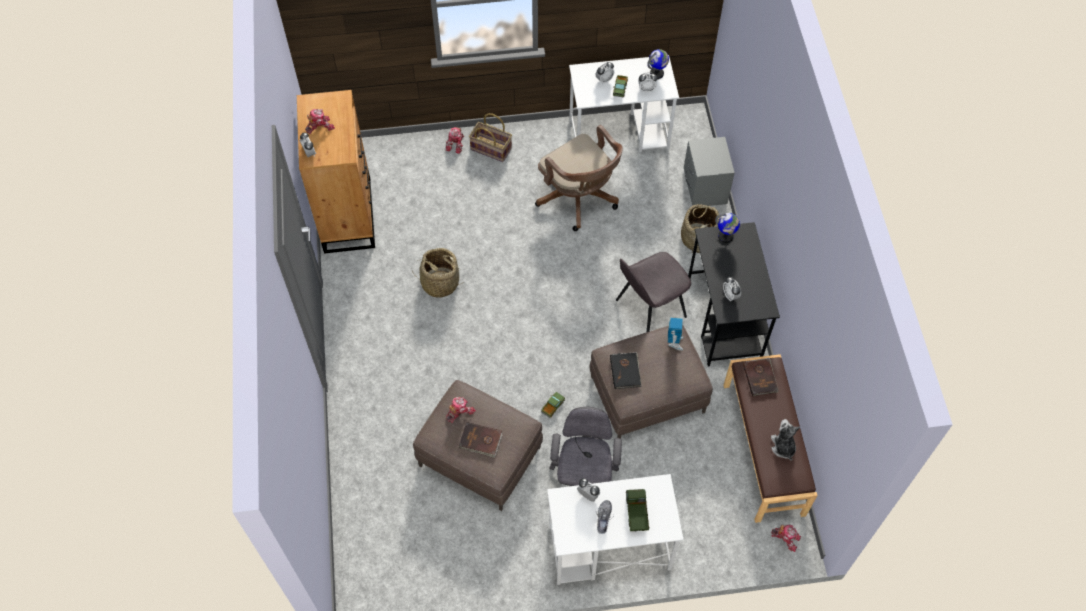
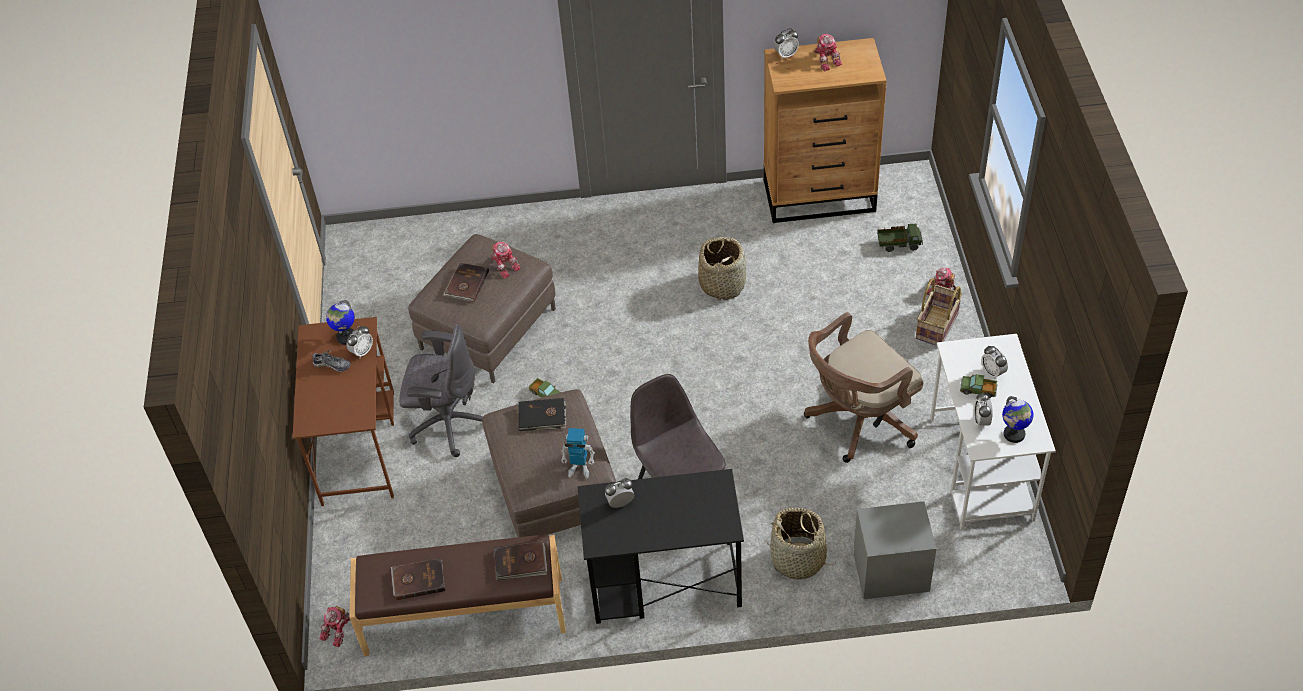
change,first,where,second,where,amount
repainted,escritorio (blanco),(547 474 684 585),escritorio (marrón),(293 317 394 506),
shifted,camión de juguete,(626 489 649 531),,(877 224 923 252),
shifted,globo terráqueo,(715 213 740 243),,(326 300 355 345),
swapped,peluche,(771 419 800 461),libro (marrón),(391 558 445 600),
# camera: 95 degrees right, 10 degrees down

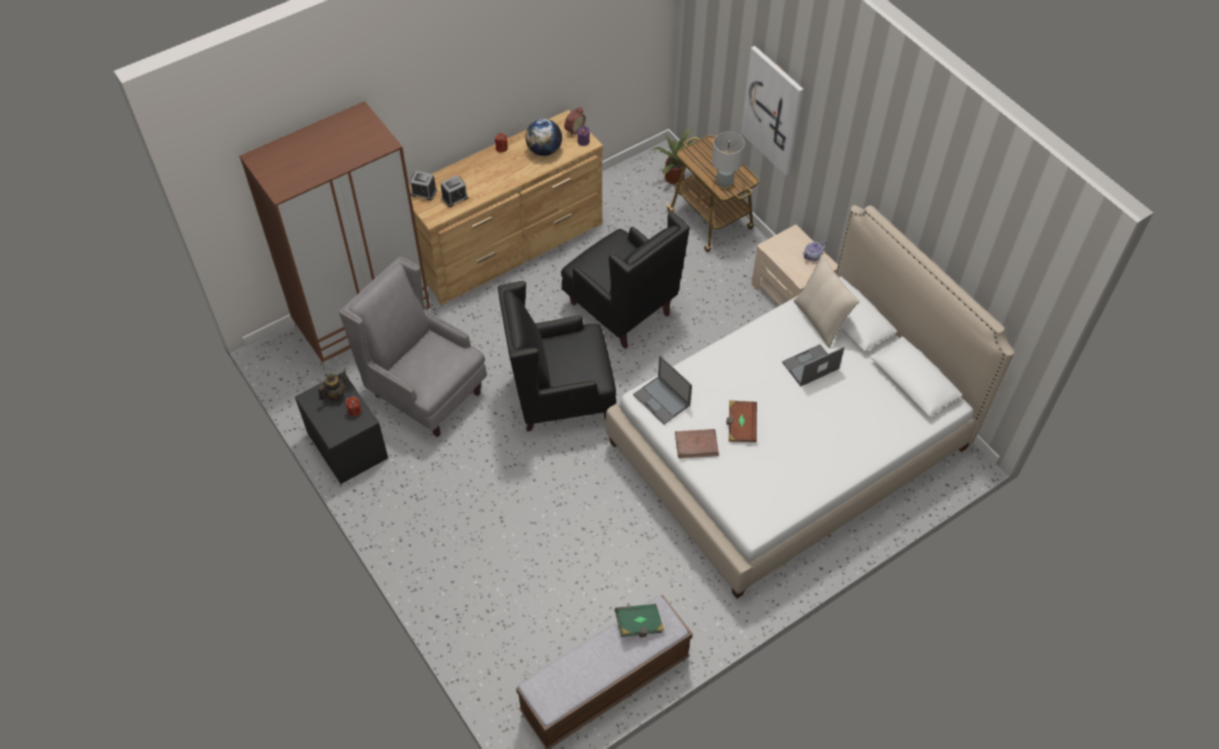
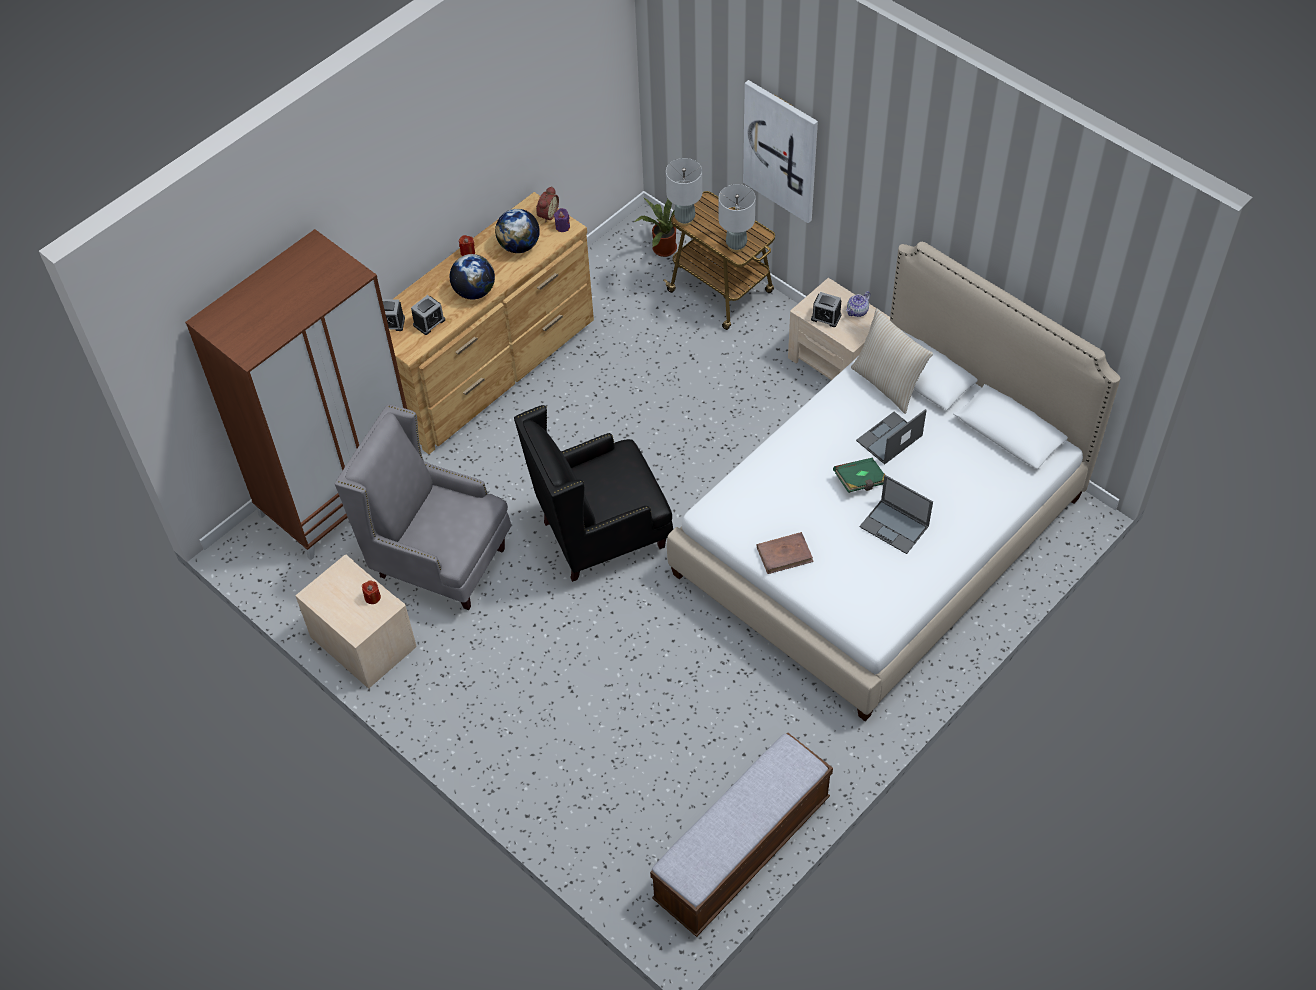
change,first,where,second,where,amount
repainted,mesita de noche (negro),(295 373 388 484),mesita de noche (beis),(295 554 417 689),
gone,tetera,(318 371 346 401),,,
gone,sillón (negro),(561 211 690 349),,,
shifted,libro (verde),(614 604 664 637),,(833 458 885 493),
shifted,portátil,(633 356 692 424),,(860 475 933 554),
gone,libro (marrón),(726 400 757 442),,,
new,,,globo terráqueo,(450 254 495 300),
new,,,lámpara de mesa (gris),(666 158 702 226),
new,,,despertador,(811 292 842 327),
# camera: 10 degrees left, 0 degrees up

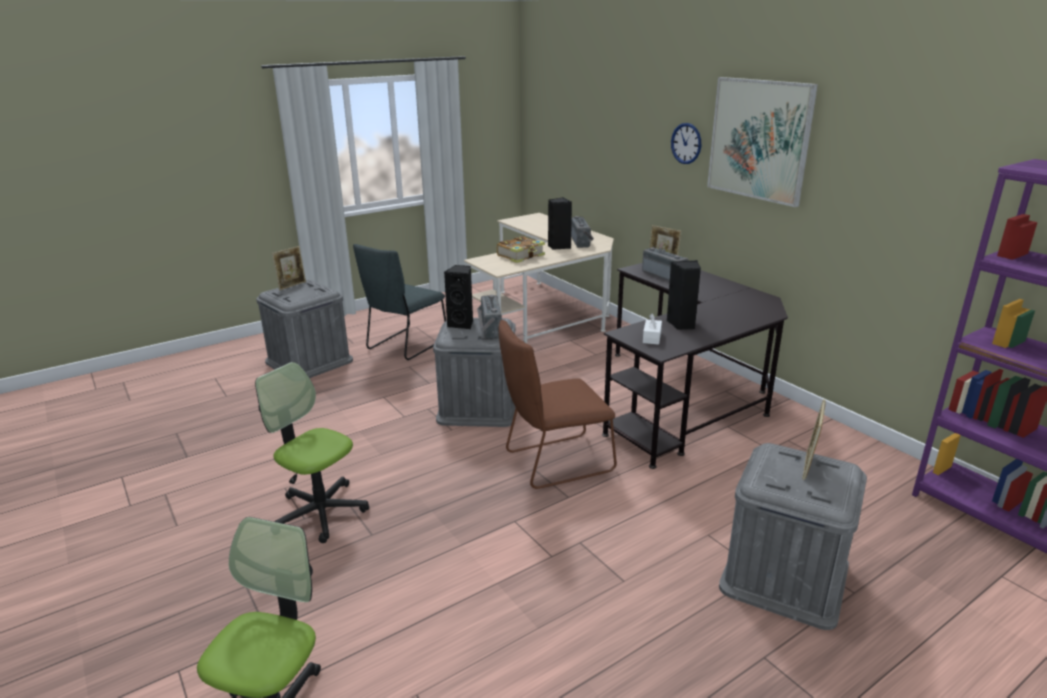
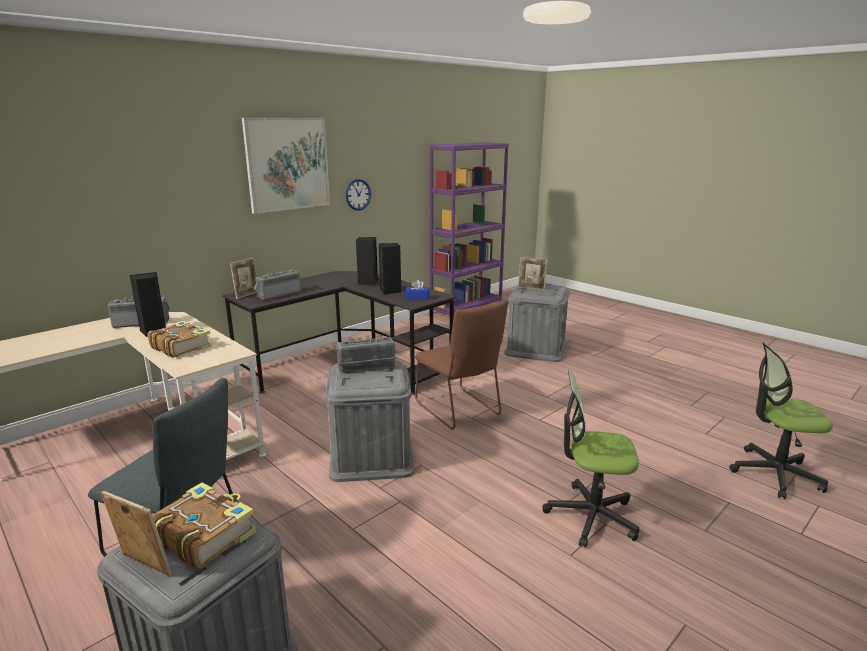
change,first,where,second,where,amount
rotated,silla de oficina,(255 362 369 543),,(542 370 639 548),75 degrees clockwise
shifted,altavoz (negro),(444 265 473 329),,(356 237 378 286),
repainted,caja de pañuelos (blanco),(643 314 662 345),caja de pañuelos (azul),(406 279 430 300),
shifted,reloj de pared,(671 123 701 164),,(346 179 371 211),
new,,,libro,(152 482 256 569),
# camera: 100 degrees left, 5 degrees down

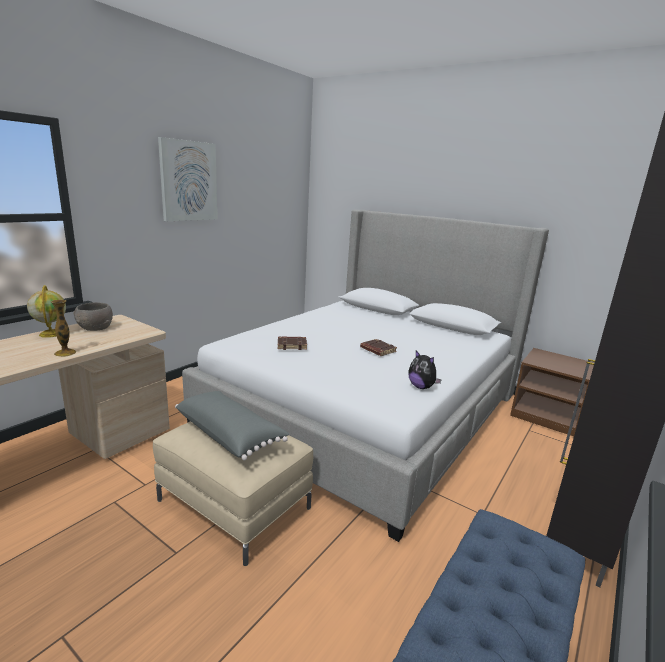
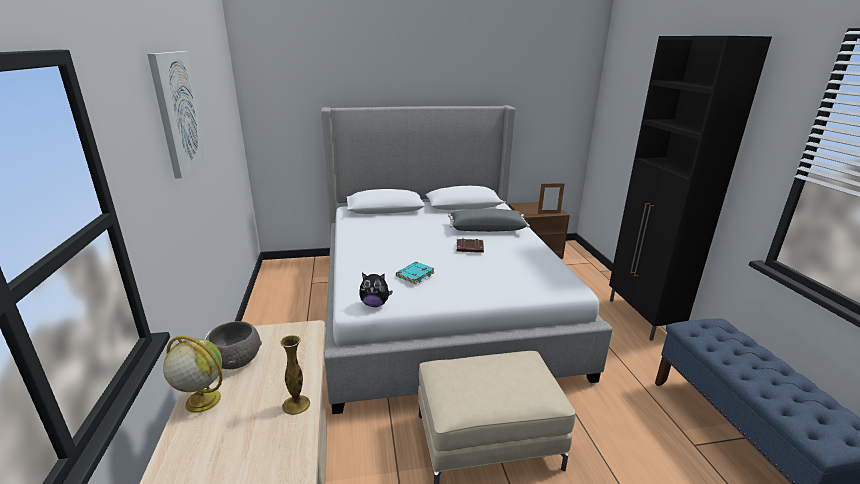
change,first,where,second,where,amount
shifted,cojín (gris),(175 391 289 460),,(448 208 530 232),
repainted,libro (marrón),(278 336 307 350),libro (turquesa),(396 262 435 284),
shifted,peluche,(408 350 442 389),,(359 273 393 307),
new,,,portarretratos,(538 182 565 214),
# camera: 45 degrees left, 5 degrees up

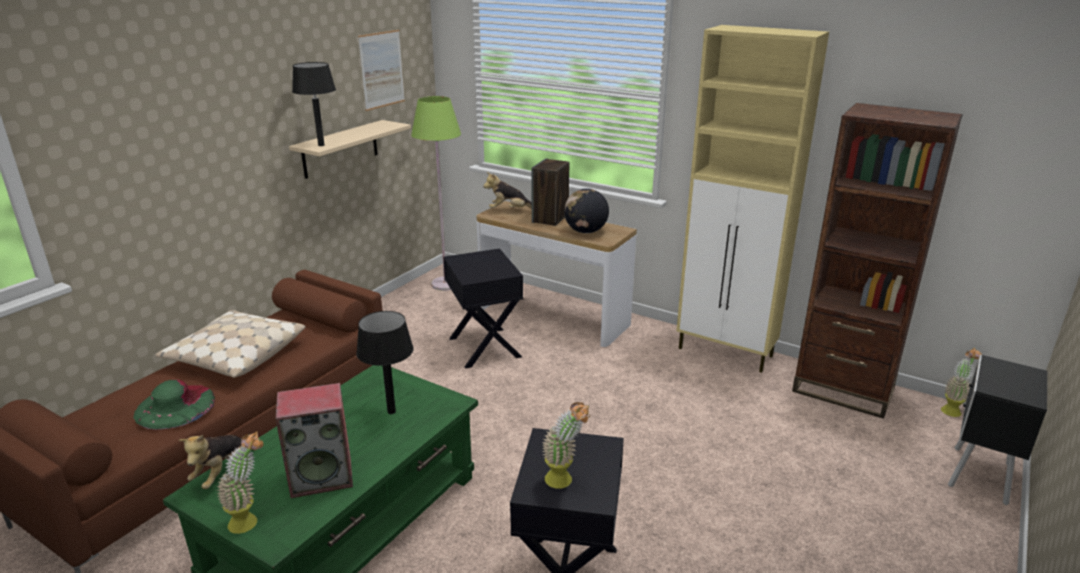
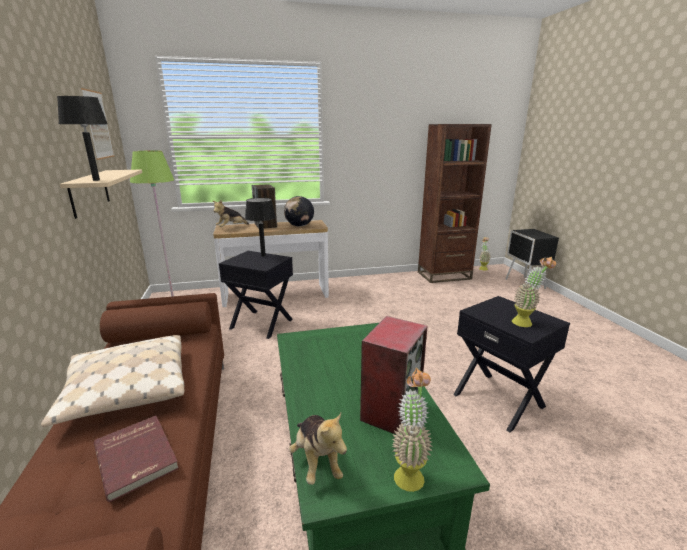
change,first,where,second,where,amount
swapped,sombrero (verde),(134 380 215 430),libro (rojo),(94 416 179 502),
shifted,lámpara de mesa (negro),(356 311 414 414),,(245 198 276 257),
gone,armario (beis),(676 25 829 373),,,
# camera: 45 degrees left, 5 degrees down

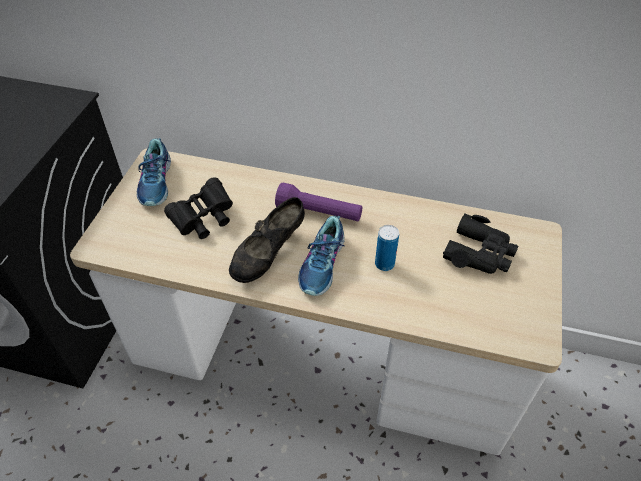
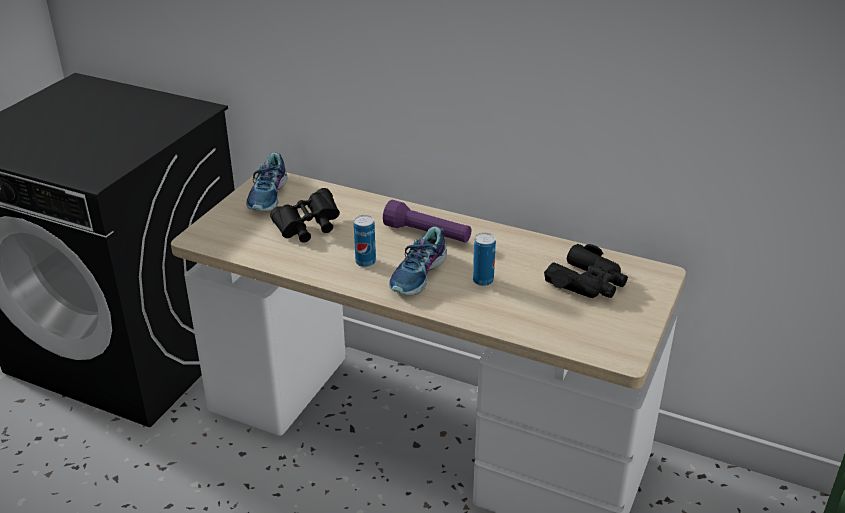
change,first,where,second,where,amount
swapped,zapato (negro),(229 197 305 283),lata,(354 215 376 267),
# camera: 10 degrees right, 15 degrees down

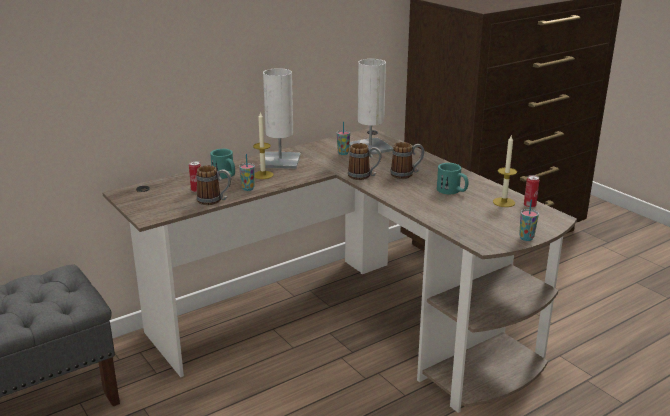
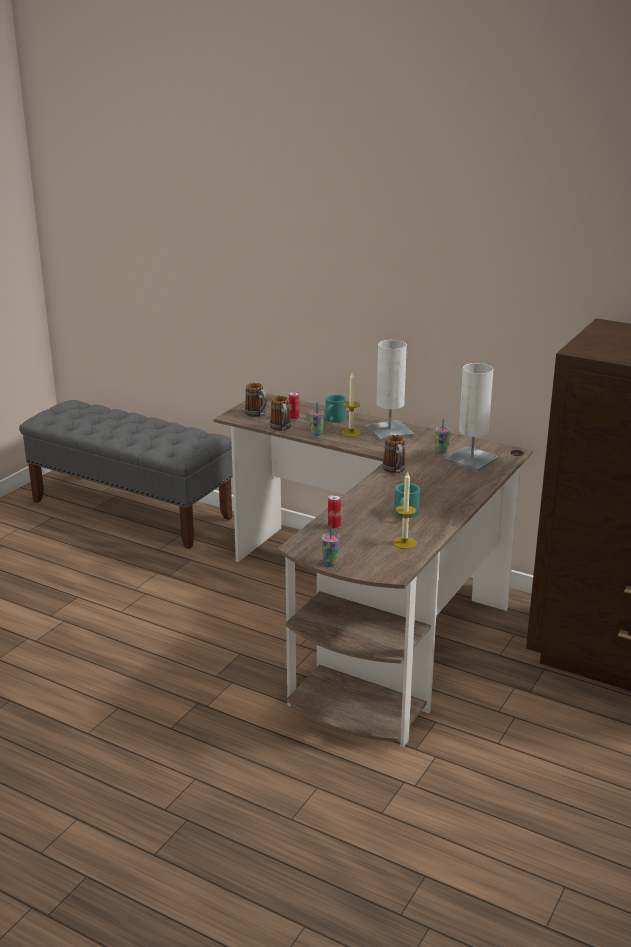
change,first,where,second,where,amount
shifted,taza grande,(390 142 424 179),,(245 383 267 417),
shifted,lata,(524 175 539 208),,(328 494 341 529),
# camera: 65 degrees right, 0 degrees up

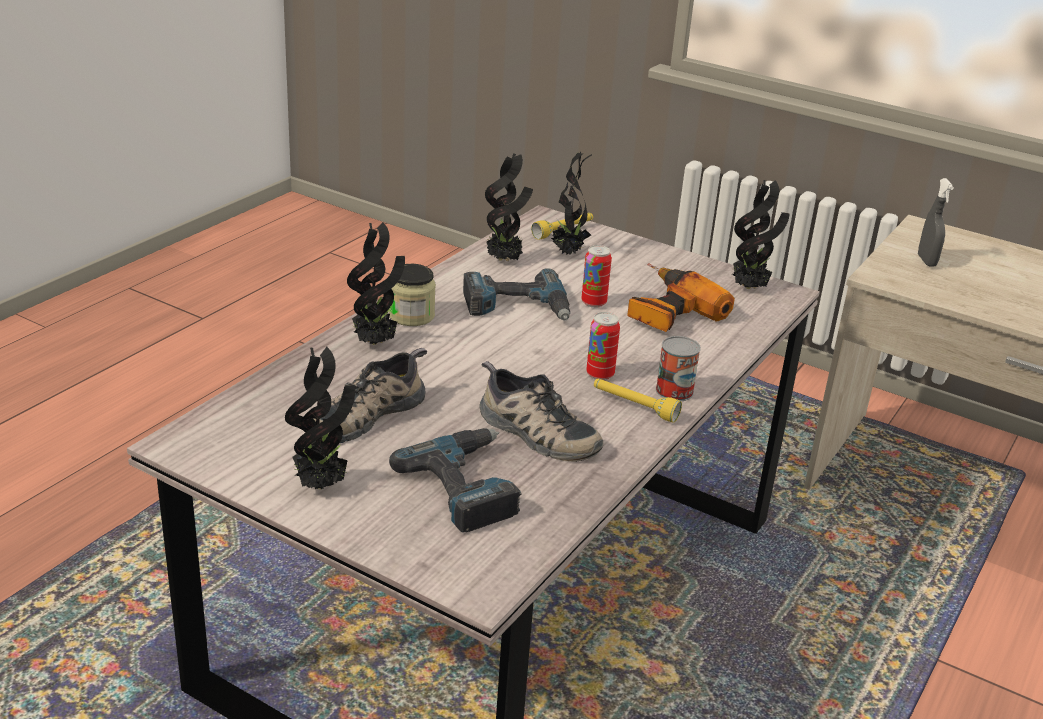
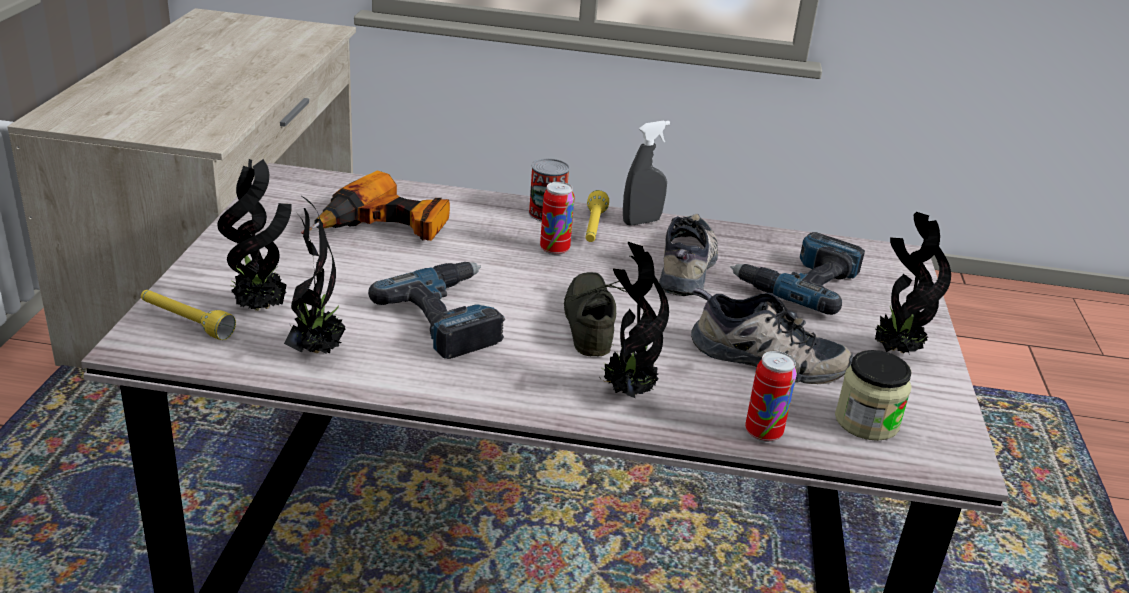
change,first,where,second,where,amount
shifted,tarro,(389 264 436 326),,(835 350 912 441),
shifted,lata,(581 245 612 308),,(745 351 797 442),
gone,planta en maceta,(732 180 790 289),,,
shifted,pulverizador (gris),(918 178 954 267),,(623 120 670 225),
new,,,zapato (gris),(564 272 627 356),
# camera: 115 degrees left, 0 degrees up

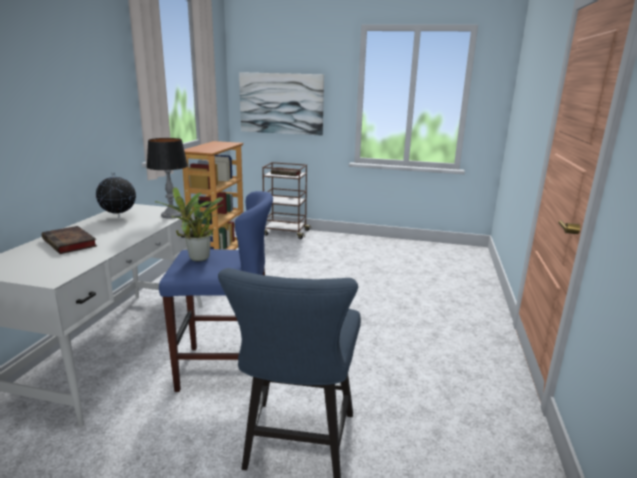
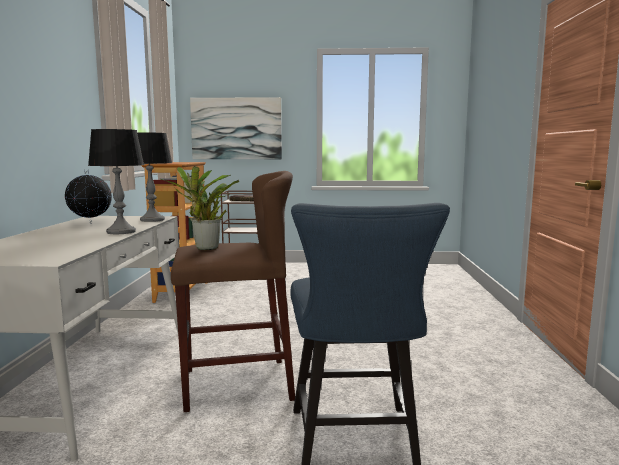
change,first,where,second,where,amount
gone,libro,(42 226 97 254),,,
repainted,taburete (azul),(159 191 273 392),taburete (marrón),(171 171 295 412),
new,,,lámpara de mesa,(88 129 144 234),
# camera: 10 degrees left, 10 degrees down

